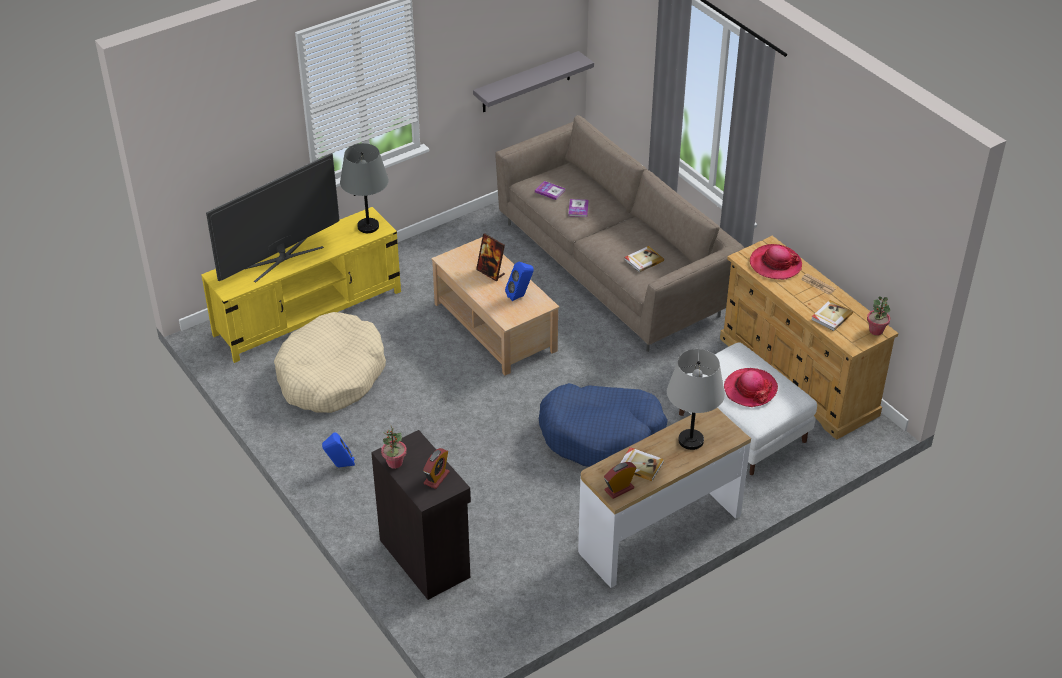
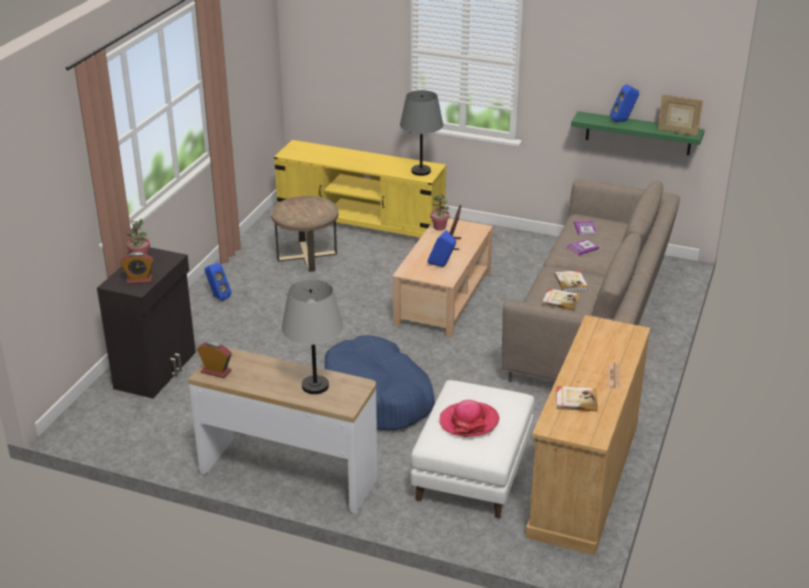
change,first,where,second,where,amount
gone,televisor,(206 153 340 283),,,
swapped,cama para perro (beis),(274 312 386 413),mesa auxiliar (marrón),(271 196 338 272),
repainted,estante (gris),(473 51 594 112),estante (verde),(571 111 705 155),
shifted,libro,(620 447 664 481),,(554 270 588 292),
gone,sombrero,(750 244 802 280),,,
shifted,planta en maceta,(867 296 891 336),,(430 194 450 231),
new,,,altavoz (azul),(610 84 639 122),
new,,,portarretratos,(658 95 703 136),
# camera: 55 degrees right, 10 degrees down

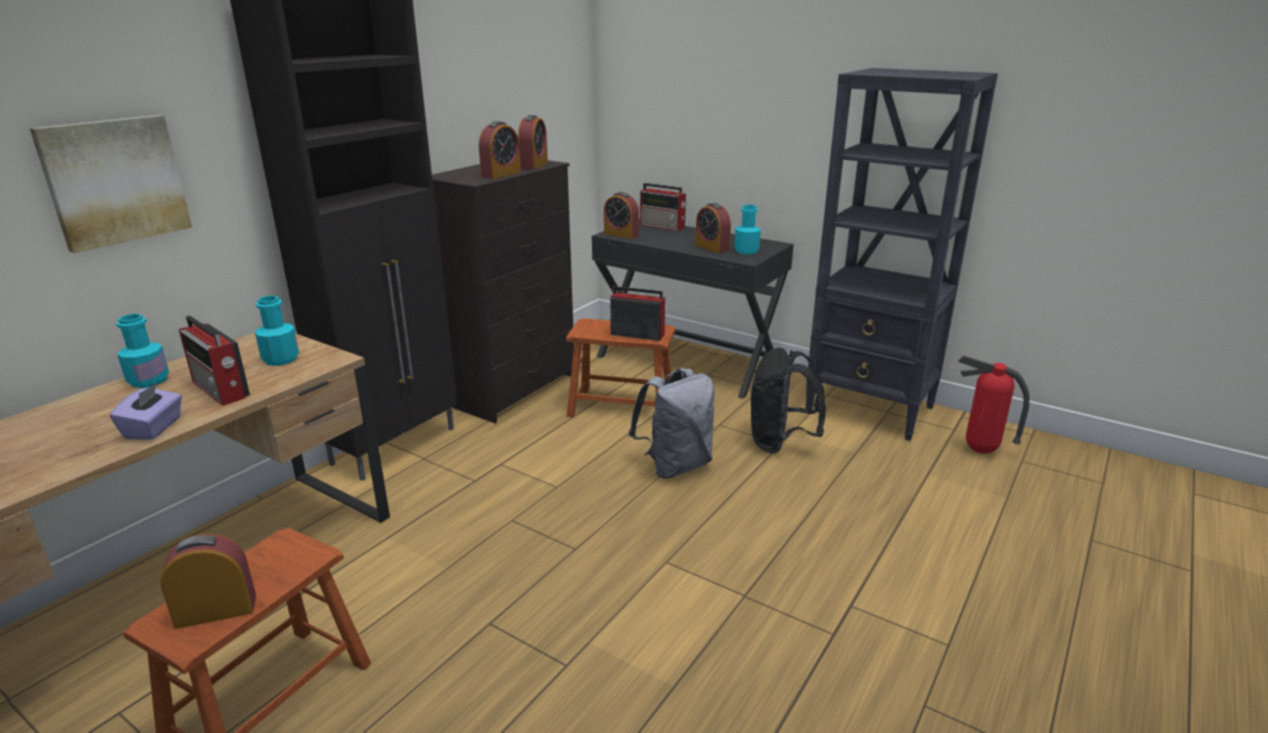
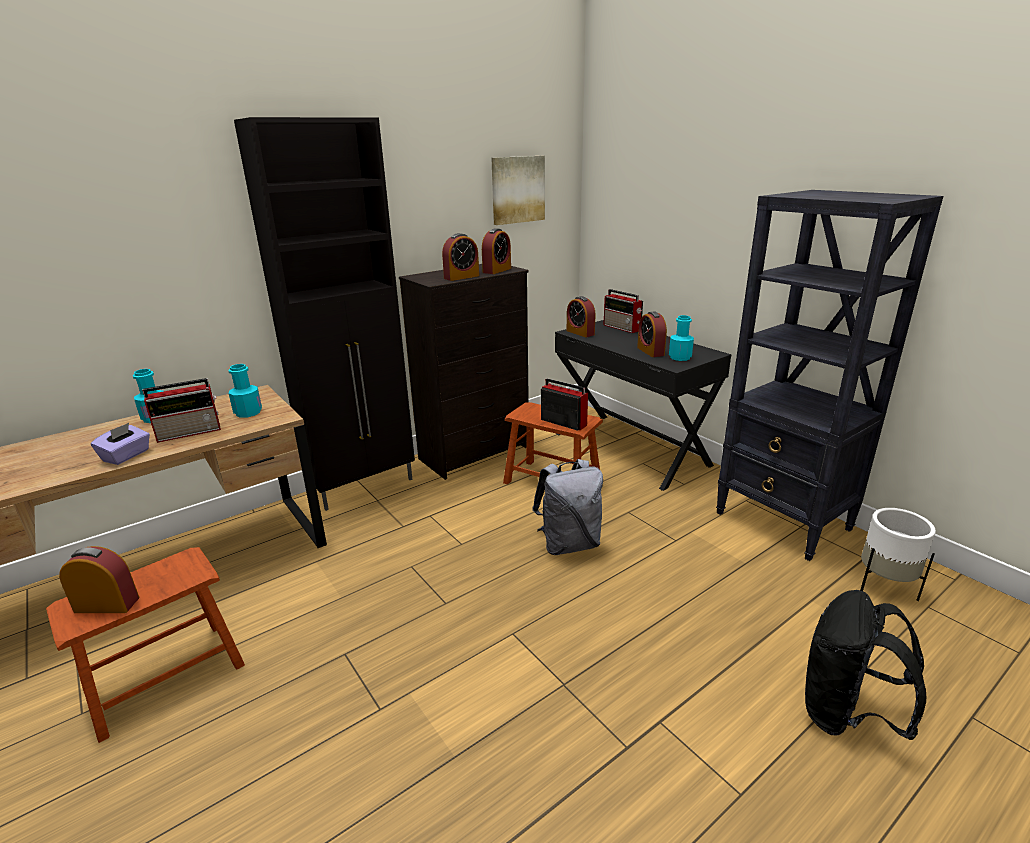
change,first,where,second,where,amount
shifted,cuadro,(30 115 192 253),,(491 156 545 225),
rotated,radio,(179 316 250 406),,(142 378 221 443),90 degrees counterclockwise
shifted,mochila (negro),(751 348 826 454),,(805 590 926 740),
swapped,extintor,(958 355 1030 454),maceta (blanco),(861 508 936 601),
# camera: 20 degrees right, 0 degrees up

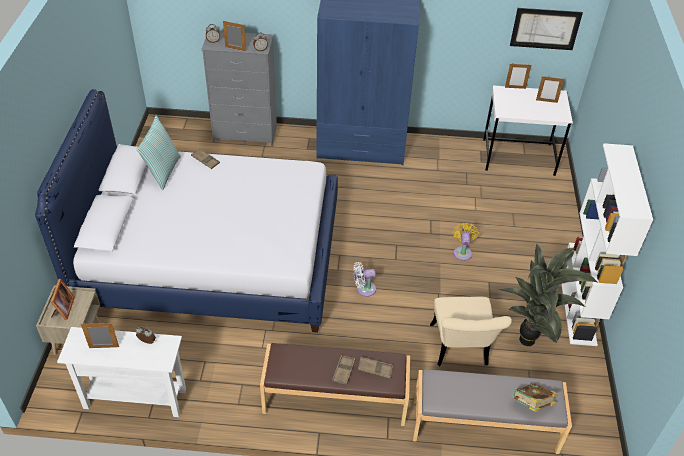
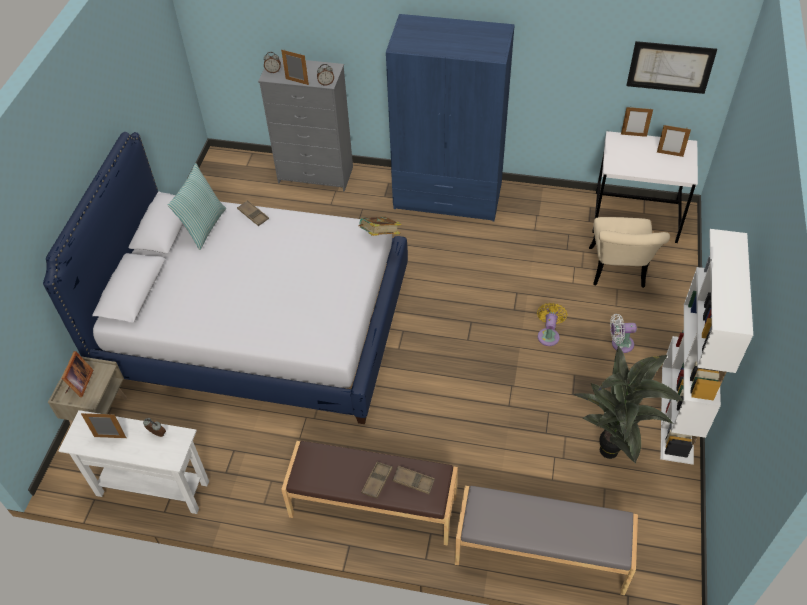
change,first,where,second,where,amount
shifted,ventilador (blanco),(354 262 376 297),,(610 314 637 353),
shifted,silla (beis),(430 297 512 366),,(589 217 670 288),
shifted,libro,(512 383 558 412),,(358 216 401 236),
# camera: 10 degrees right, 5 degrees up

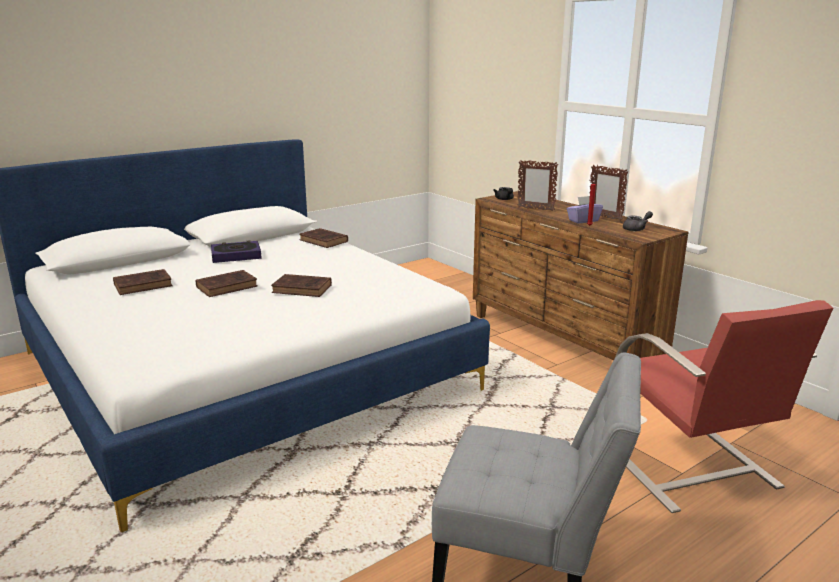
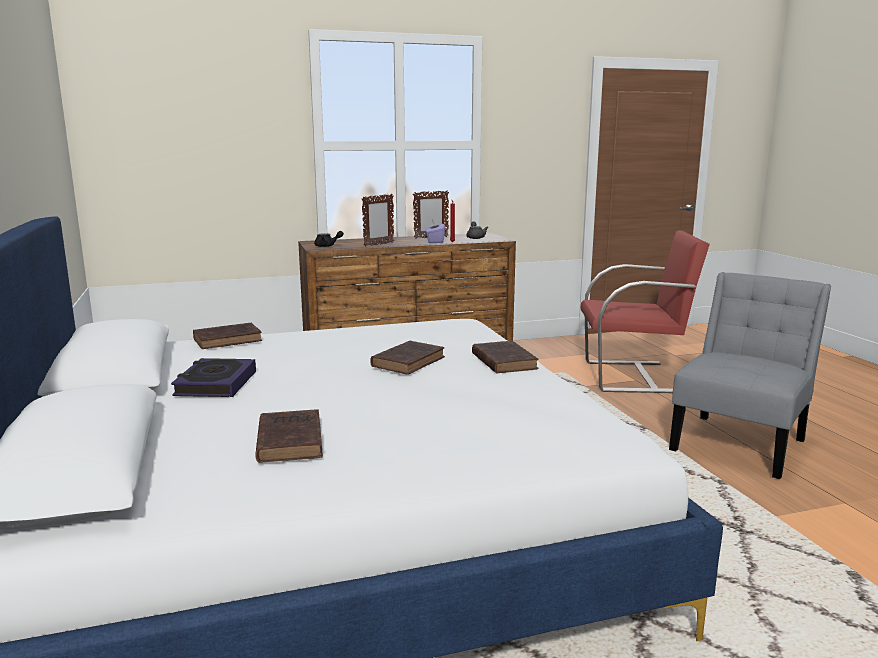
change,first,where,second,where,amount
shifted,libro (marrón),(196 270 258 297),,(472 341 539 374),
# camera: 70 degrees left, 5 degrees down

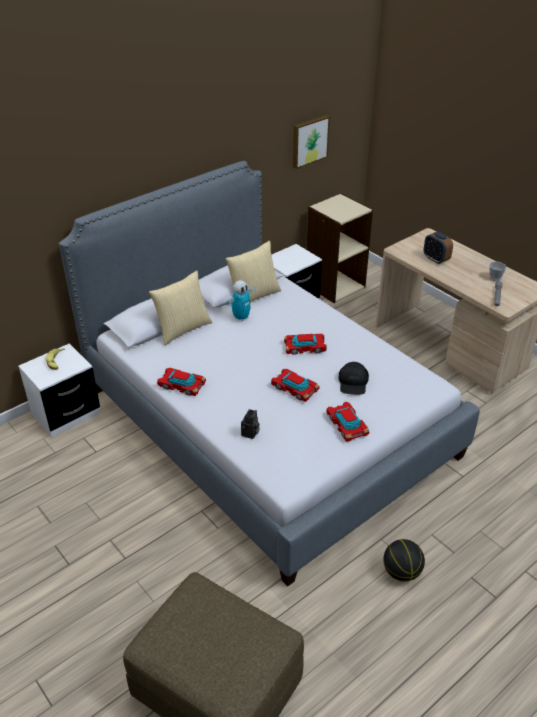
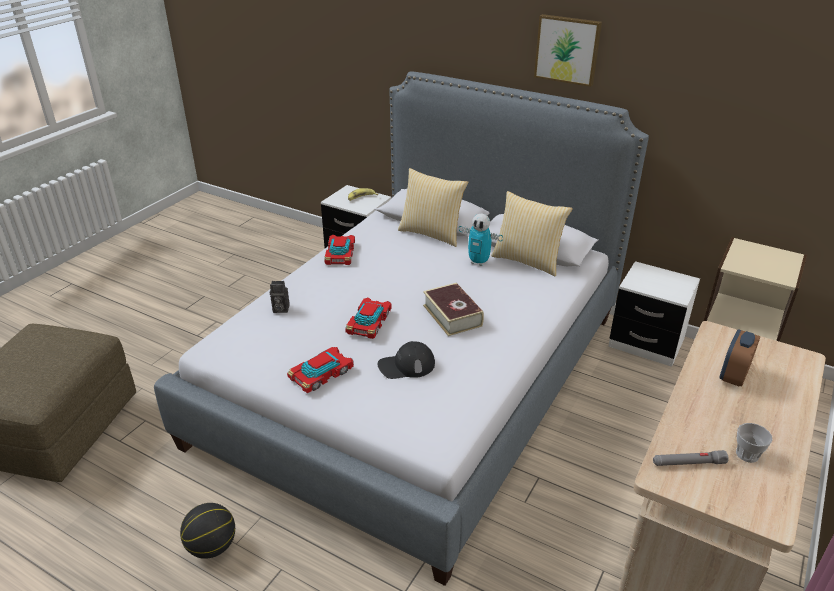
change,first,where,second,where,amount
swapped,coche de juguete,(284 334 327 355),libro,(423 283 484 336),
shifted,cuadro,(293 115 330 169),,(534 14 602 87),
# camera: 70 degrees right, 5 degrees down

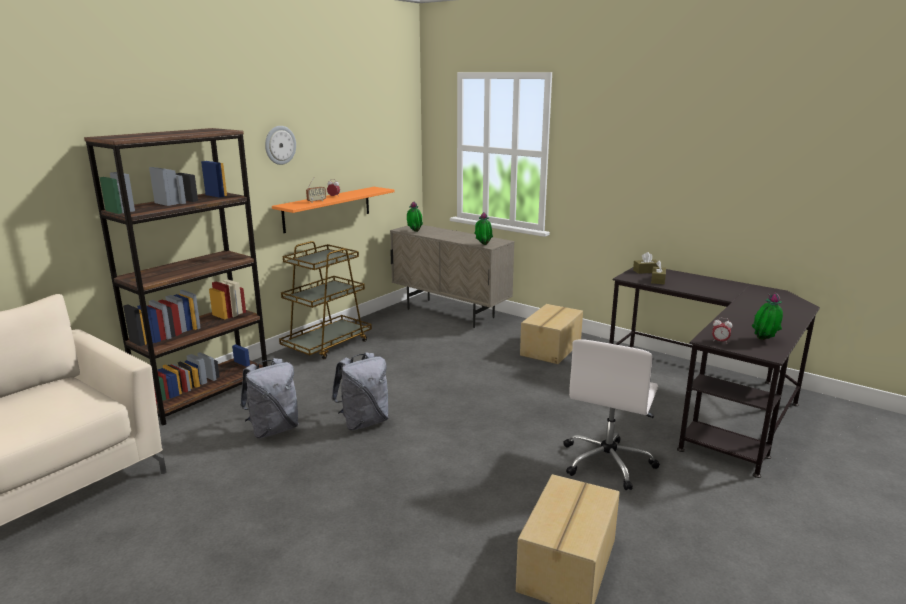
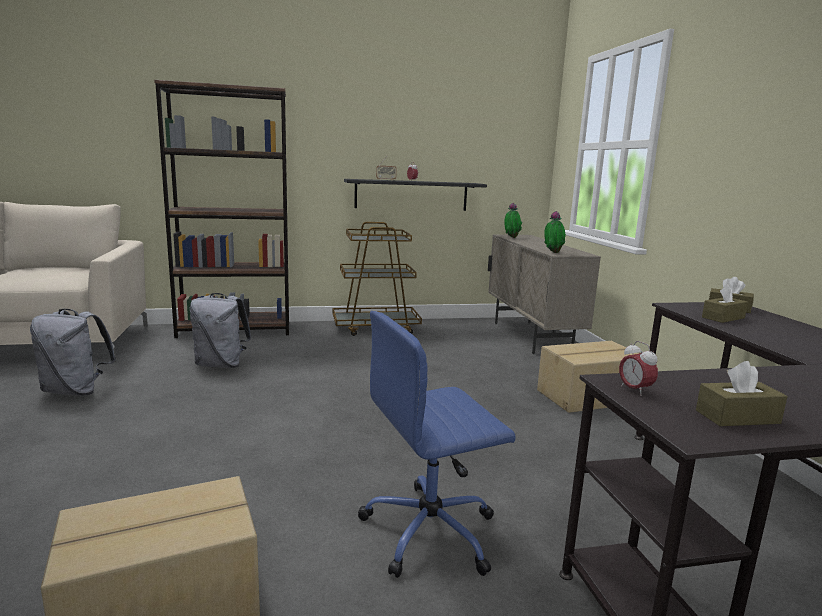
change,first,where,second,where,amount
gone,reloj de pared,(265 126 296 165),,,
repainted,estante (naranja),(272 187 395 233),estante (negro),(344 179 487 211),
shifted,mochila (gris),(331 352 389 430),,(30 309 117 396),
repainted,silla de oficina (blanco),(564 339 660 490),silla de oficina (azul),(358 311 516 578),
swapped,planta en maceta,(752 293 783 340),caja de pañuelos (marrón),(696 361 788 426),
# camera: 40 degrees right, 5 degrees down

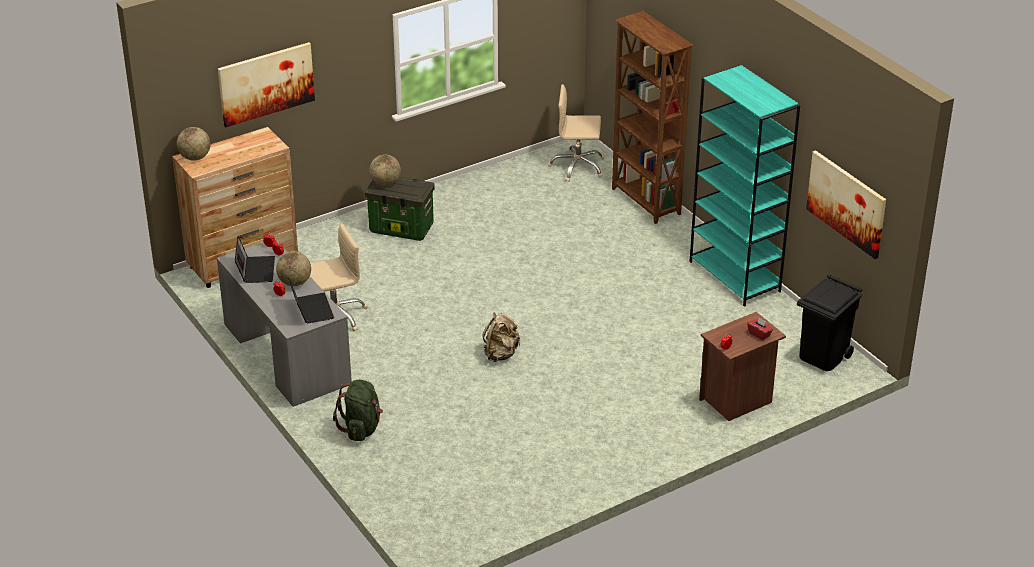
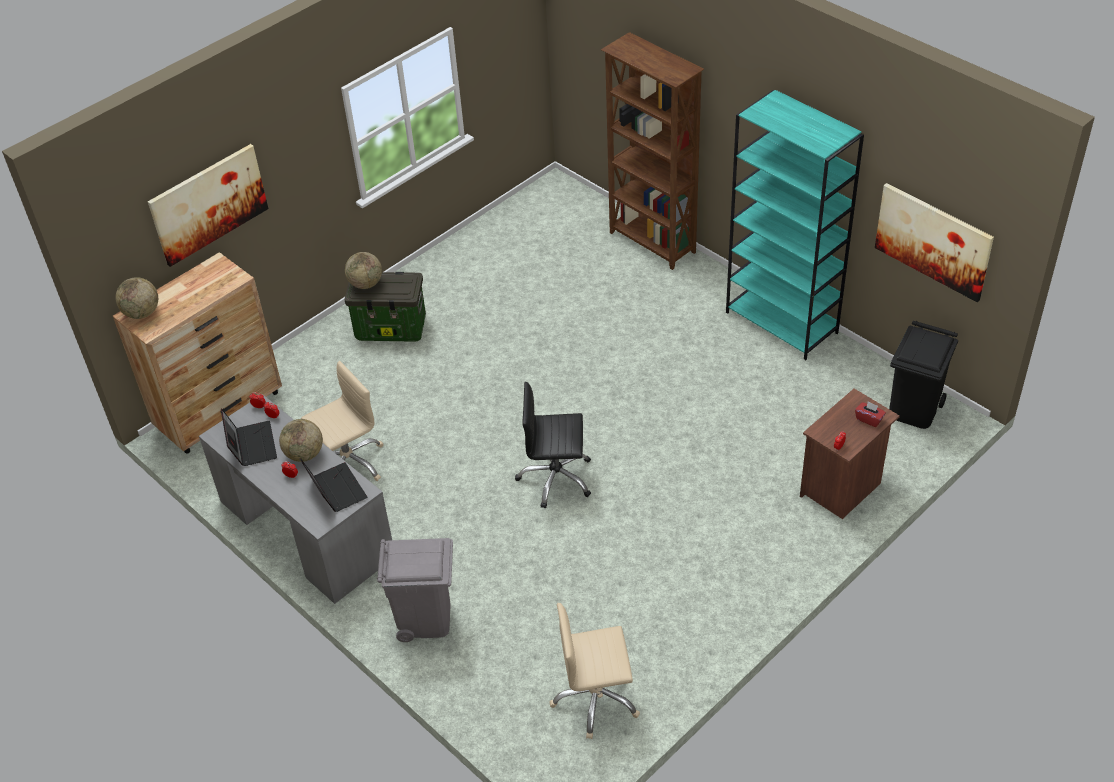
change,first,where,second,where,amount
swapped,mochila (verde),(333 380 383 441),papelera (gris),(377 538 453 642),
swapped,mochila (beis),(483 312 520 362),silla de oficina (negro),(515 382 591 509),
shifted,silla de oficina (beis),(548 85 604 182),,(549 603 640 739),
# camera: 10 degrees left, 10 degrees up

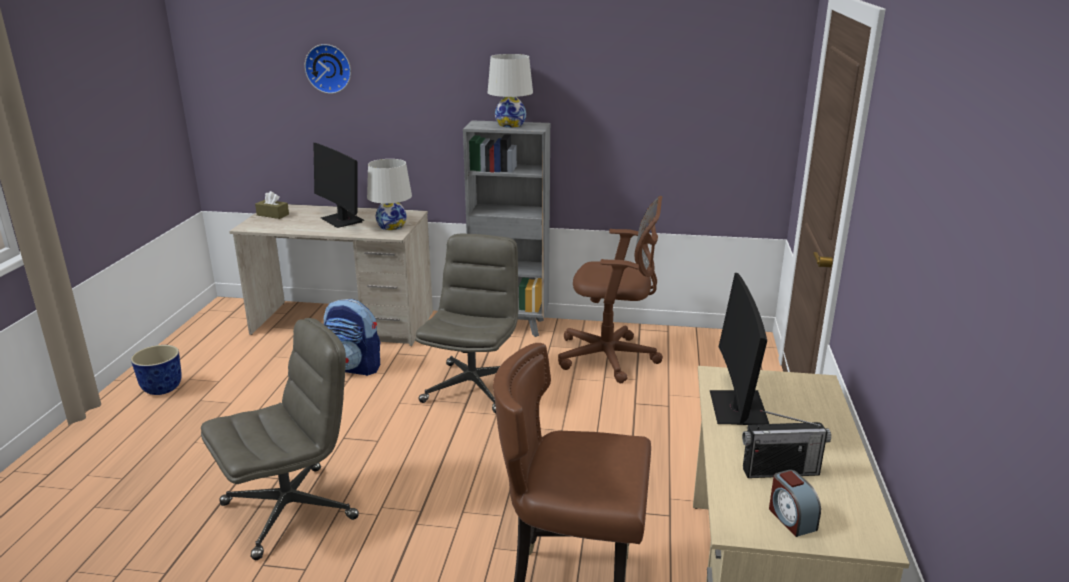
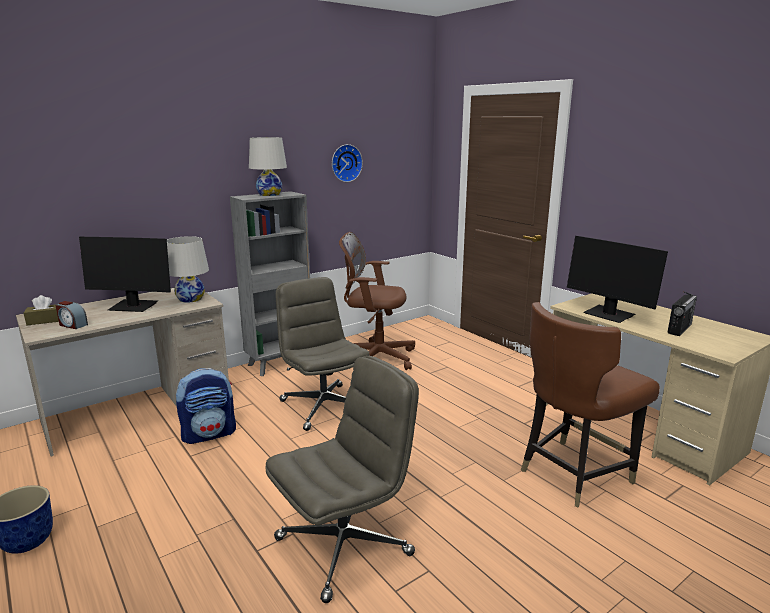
change,first,where,second,where,amount
rotated,silla de oficina (gris),(201 318 359 560),,(265 356 419 603),45 degrees clockwise
shifted,reloj de pared,(305 44 351 94),,(332 144 363 182),
rotated,silla de oficina (marrón),(558 196 663 383),,(339 232 415 370),135 degrees counterclockwise
shifted,despertador,(769 470 821 537),,(55 301 88 329),
# camera: 45 degrees left, 5 degrees down

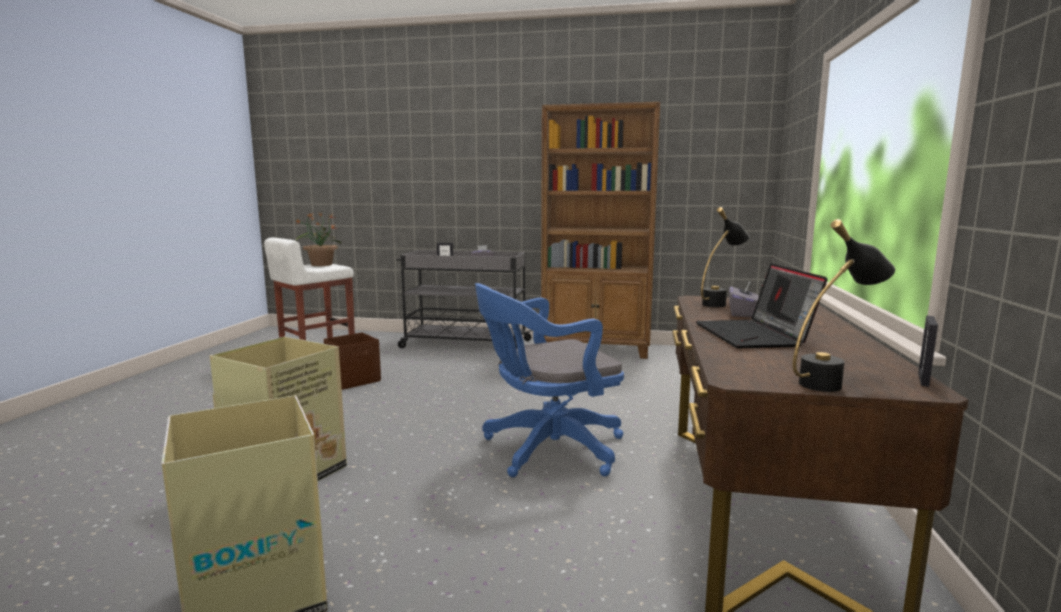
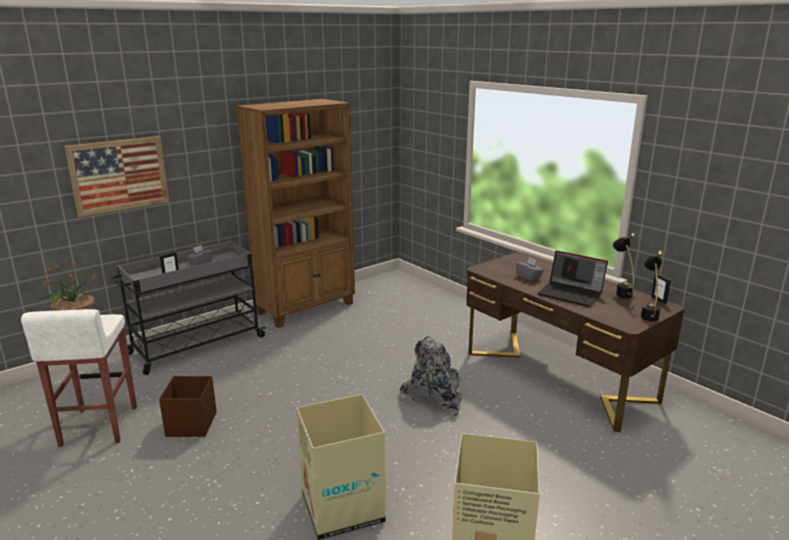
change,first,where,second,where,amount
swapped,silla de oficina (azul),(475 283 624 477),mochila (gris),(400 336 462 422),
shifted,lámpara de mesa (negro),(701 207 749 307),,(613 233 636 298),
new,,,cuadro,(64 136 169 217),
# camera: 50 degrees left, 10 degrees up

